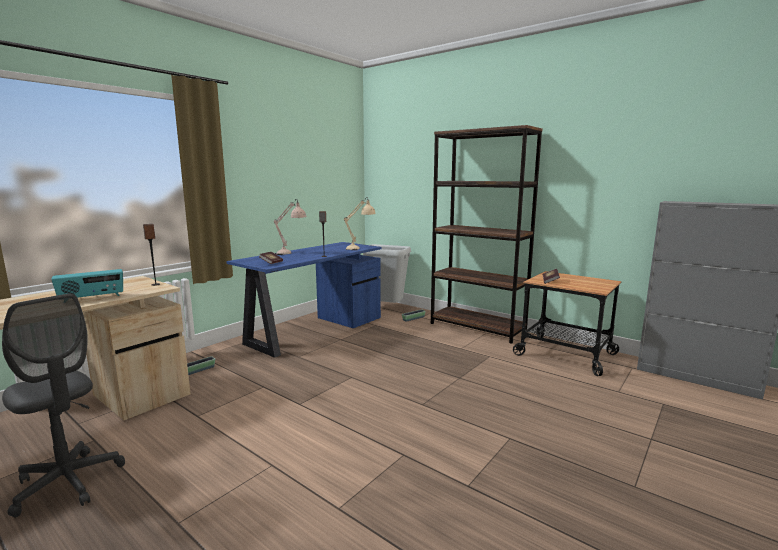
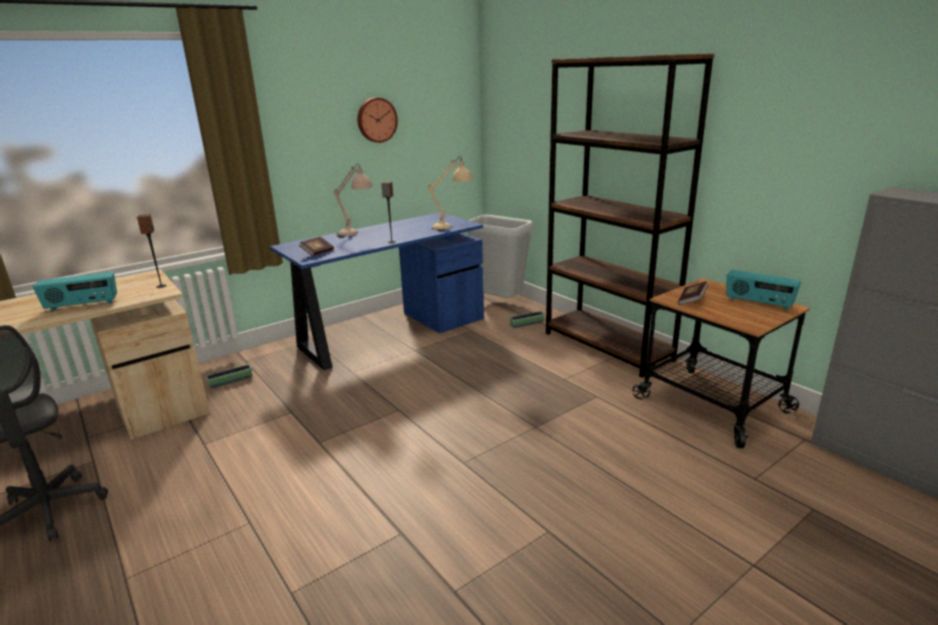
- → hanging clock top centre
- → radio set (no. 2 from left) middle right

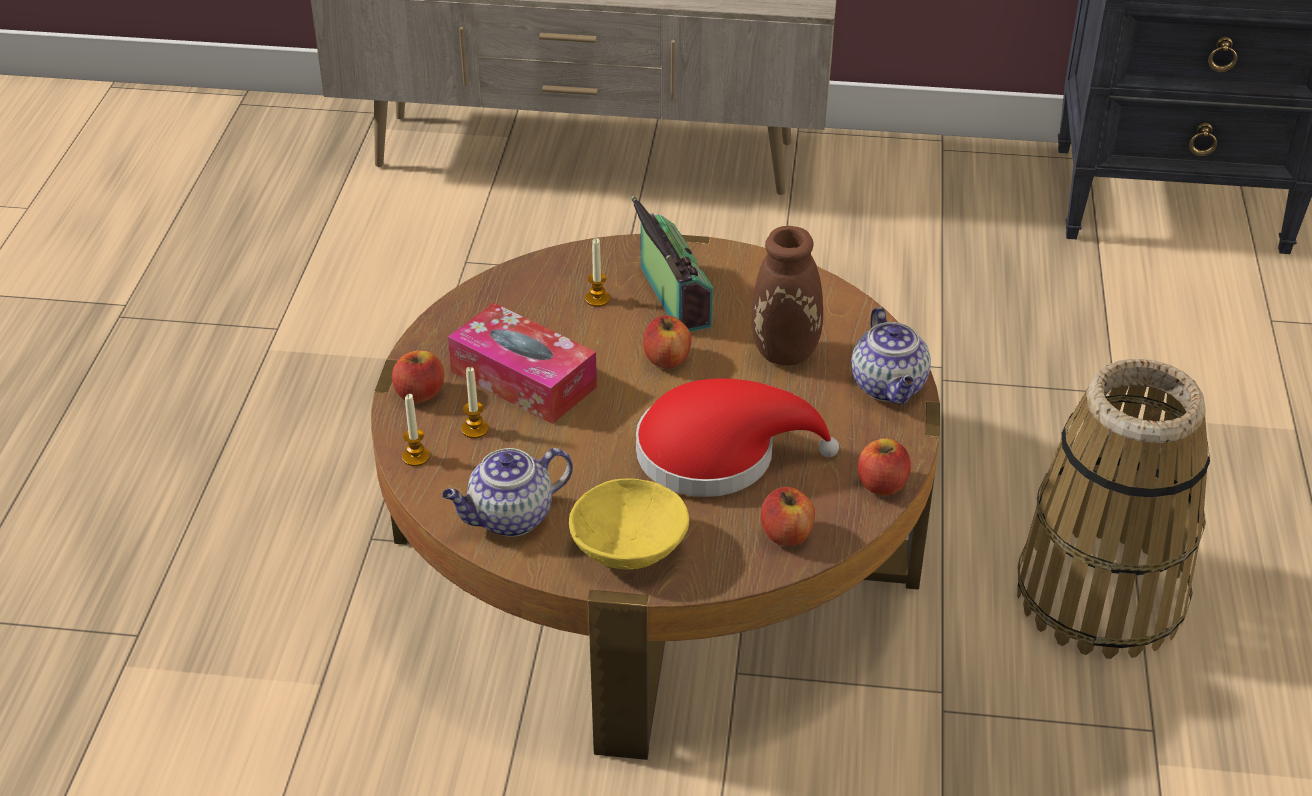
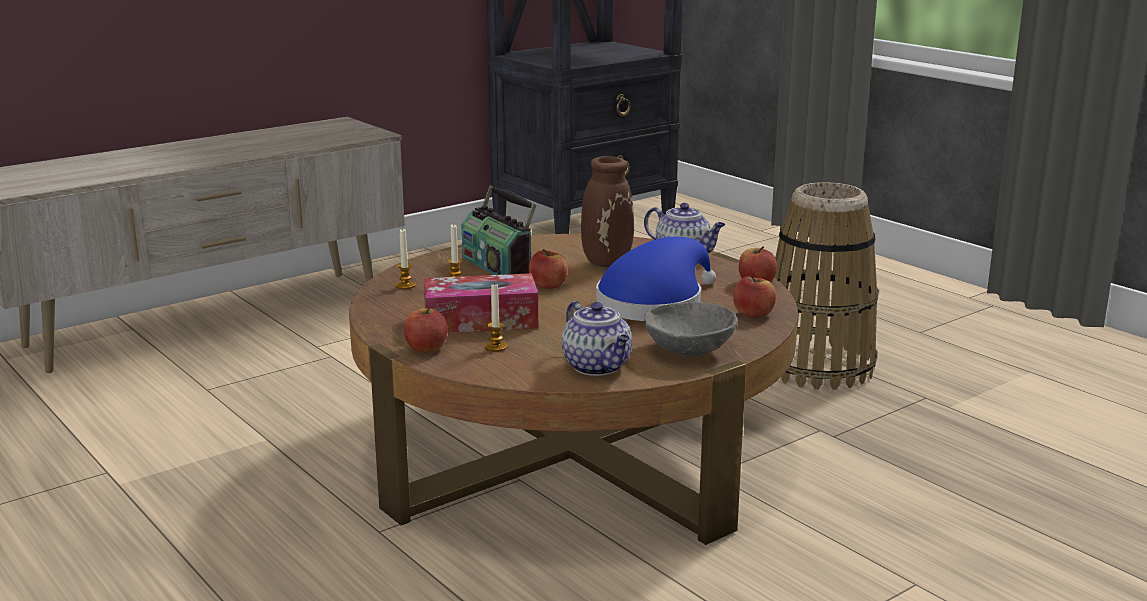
wax candle (no. 1 from left) middle left → wax candle (no. 1 from left) centre, relocated
tea pot (no. 1 from left) centre, 45 degrees counterclockwise
serving bowl in yellowish centre → serving bowl in greyish centre
radio set top centre → radio set centre, 150 degrees counterclockwise
clothing hat in red centre → clothing hat in bluish centre

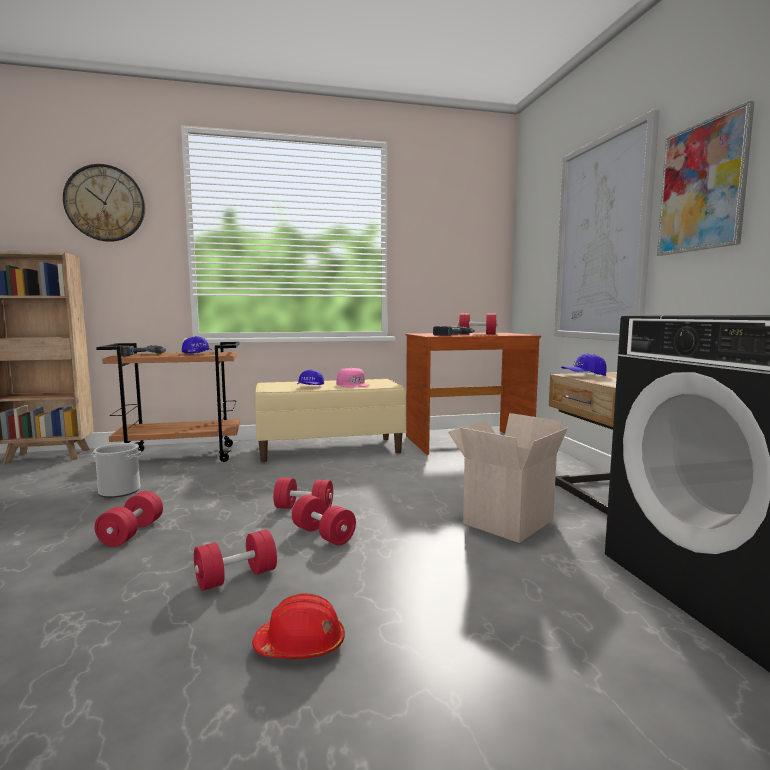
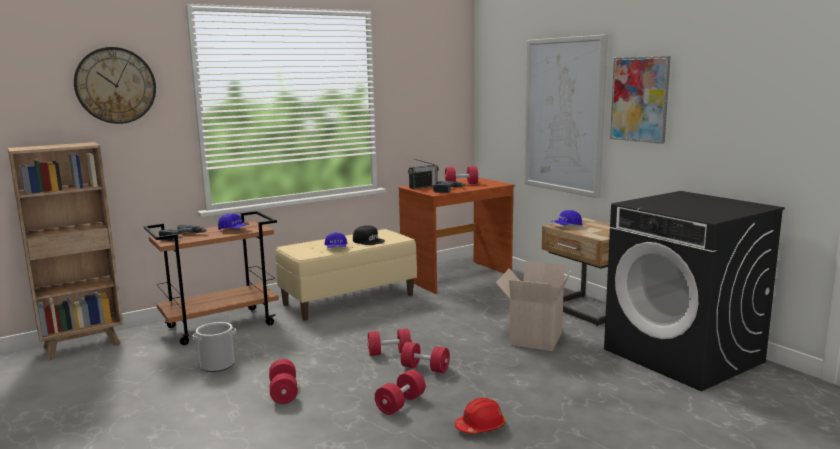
baseball cap in pink-coloured centre → baseball cap in black centre
- → radio set centre

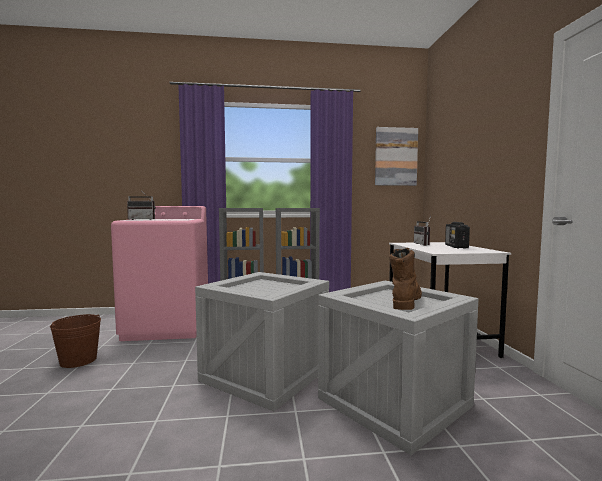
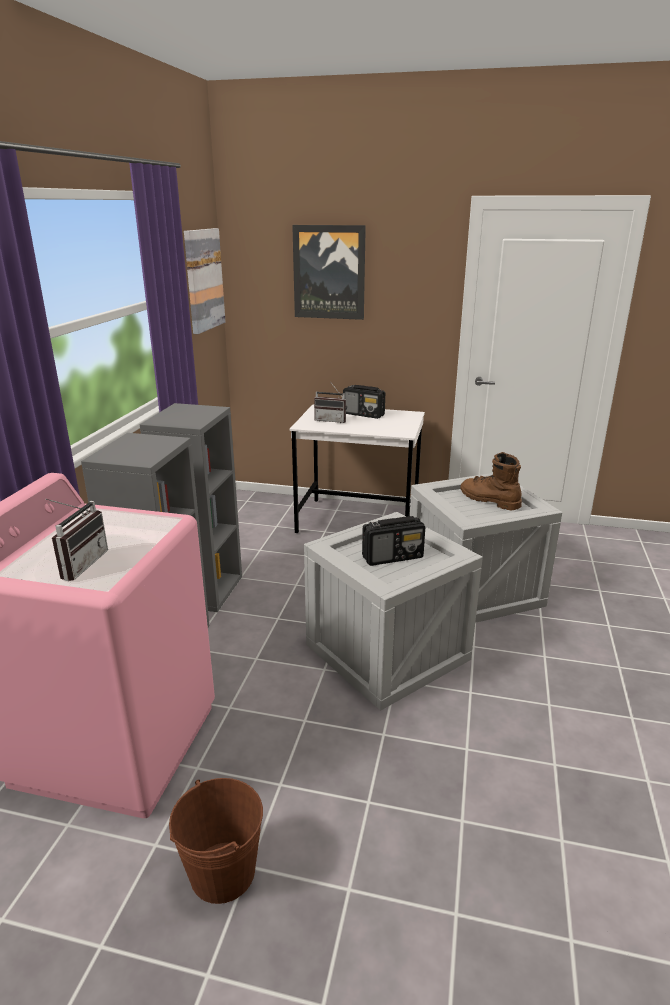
- → wall picture (no. 2 from left) top centre
- → radio set (no. 4 from left) centre

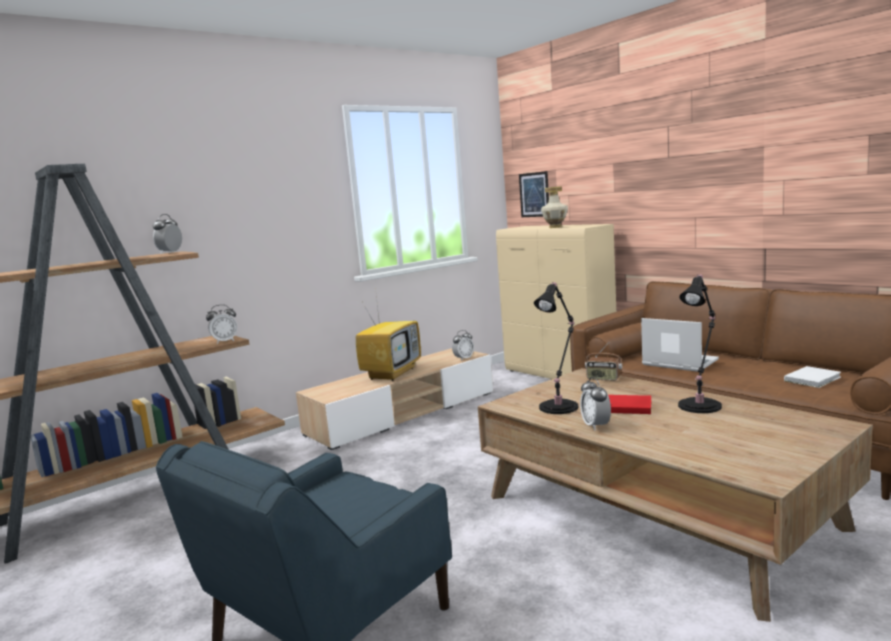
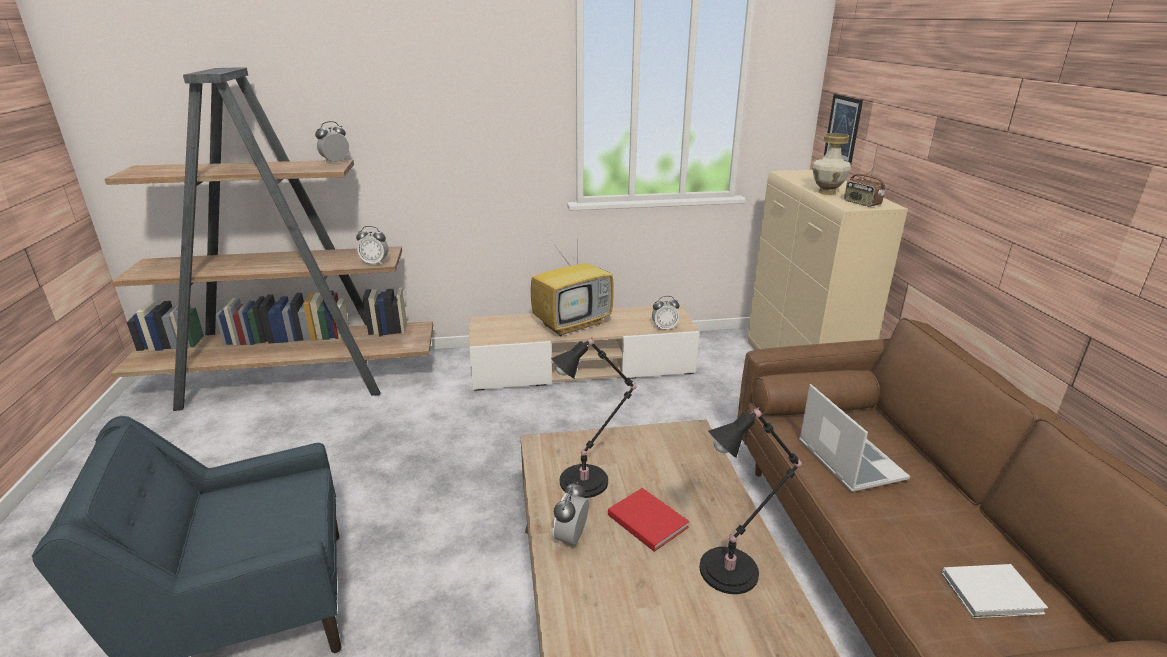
radio set middle right → radio set top right, relocated

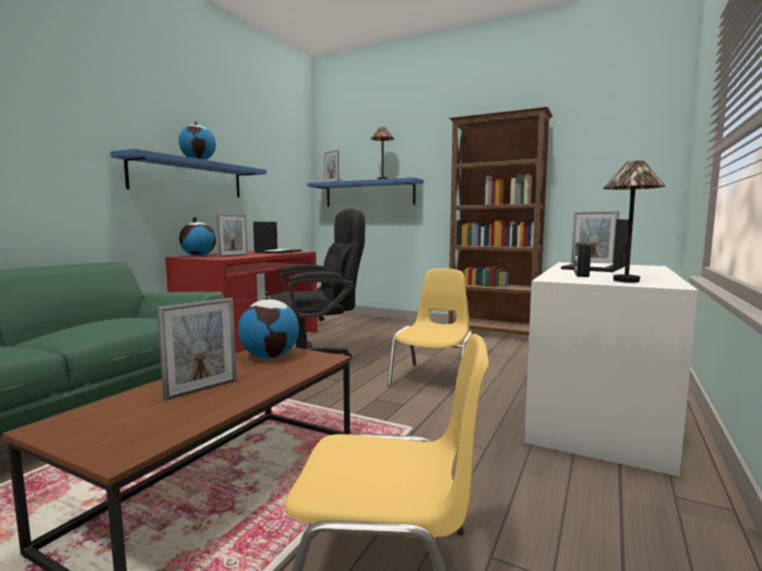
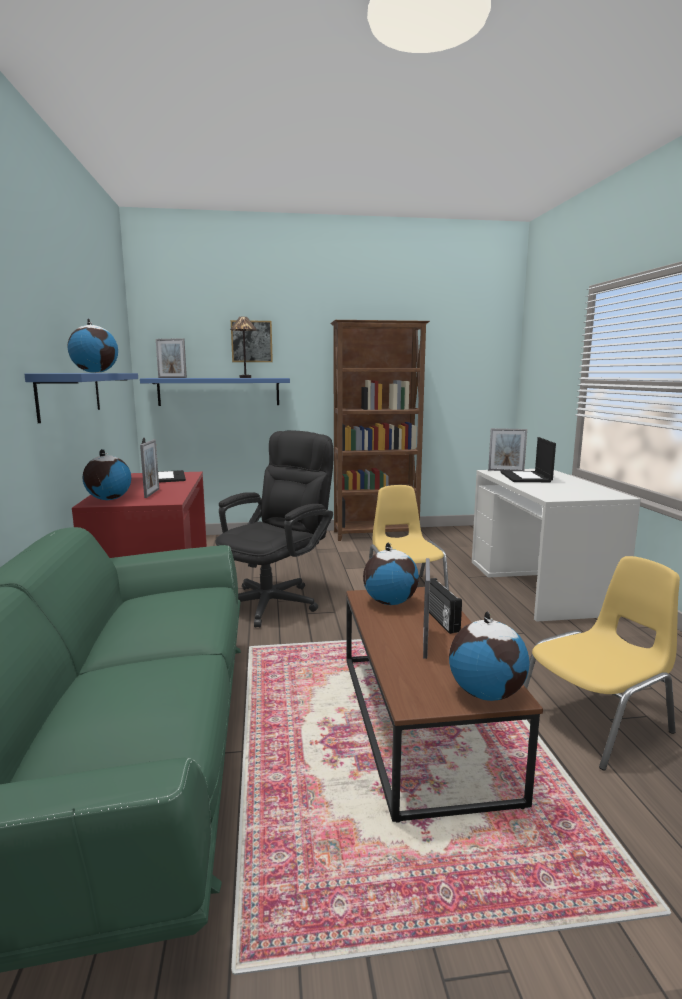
radio set middle right → radio set centre, relocated
table lamp (no. 2 from left) middle right → -
- → wall picture centre
- → globe (no. 4 from left) middle right

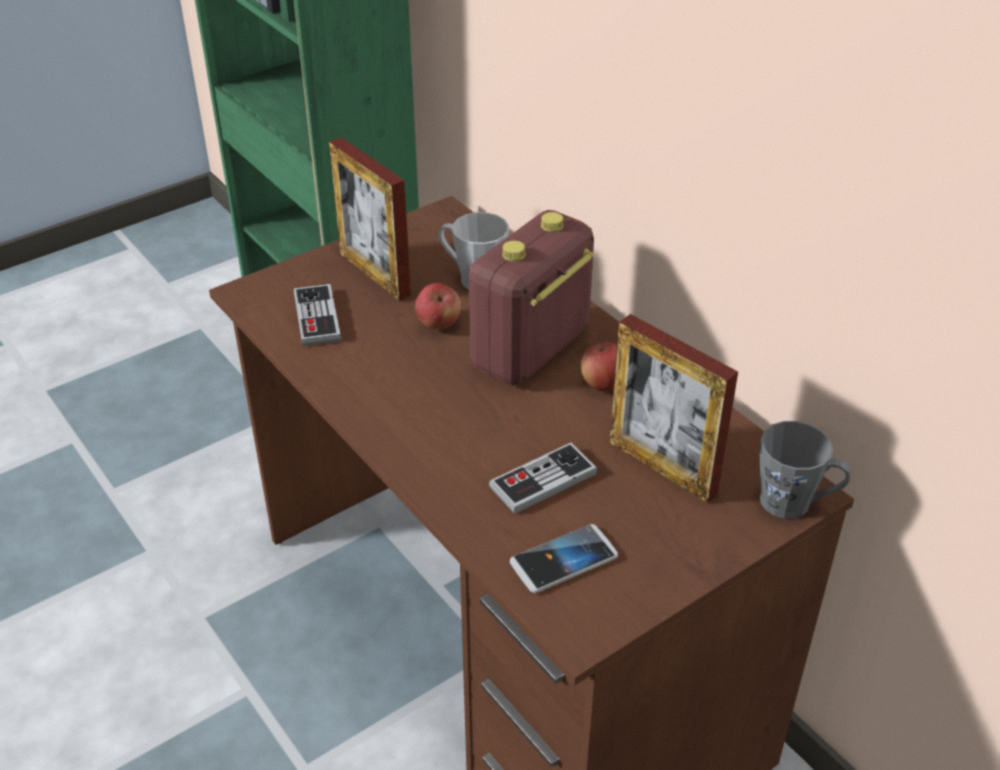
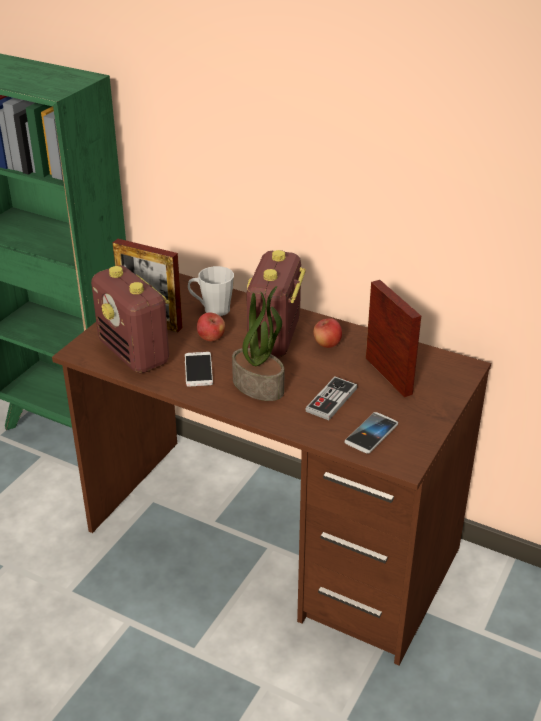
gamepad (no. 1 from left) middle left → radio set (no. 1 from left) middle left
standing frame (no. 2 from left) middle right, 135 degrees counterclockwise
coffee mug in greyish (no. 2 from left) middle right → -
- → phone (no. 1 from left) centre
- → plant in a pot centre

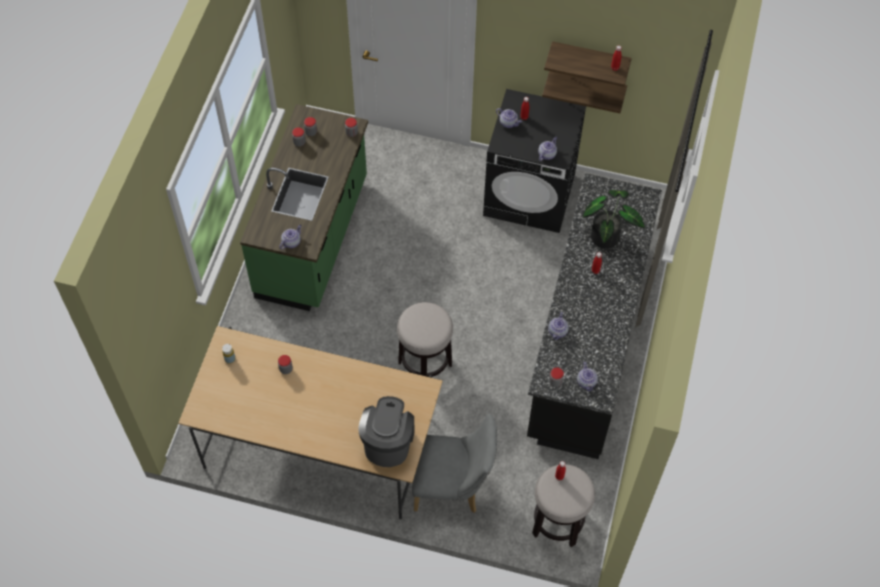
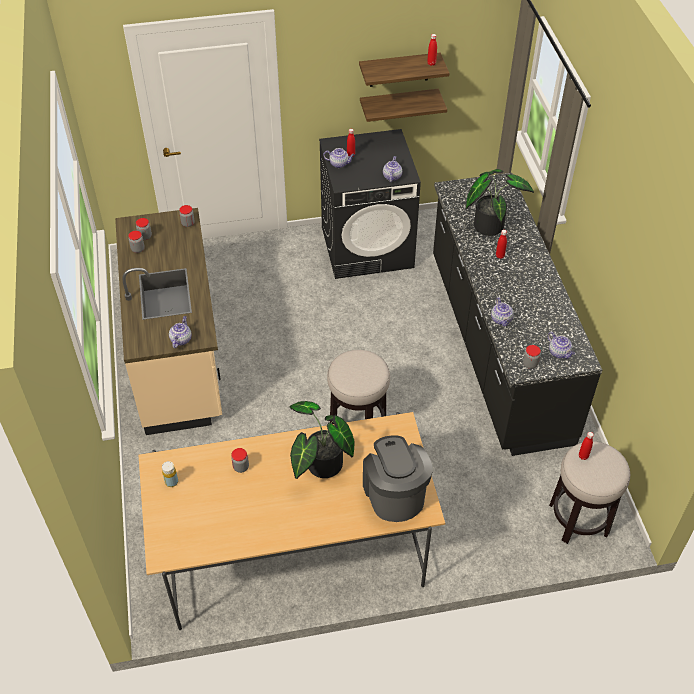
counter in greenish centre → counter in beige-coloured middle left
upright chair in greyish bottom centre → -
- → plant in a pot (no. 1 from left) centre

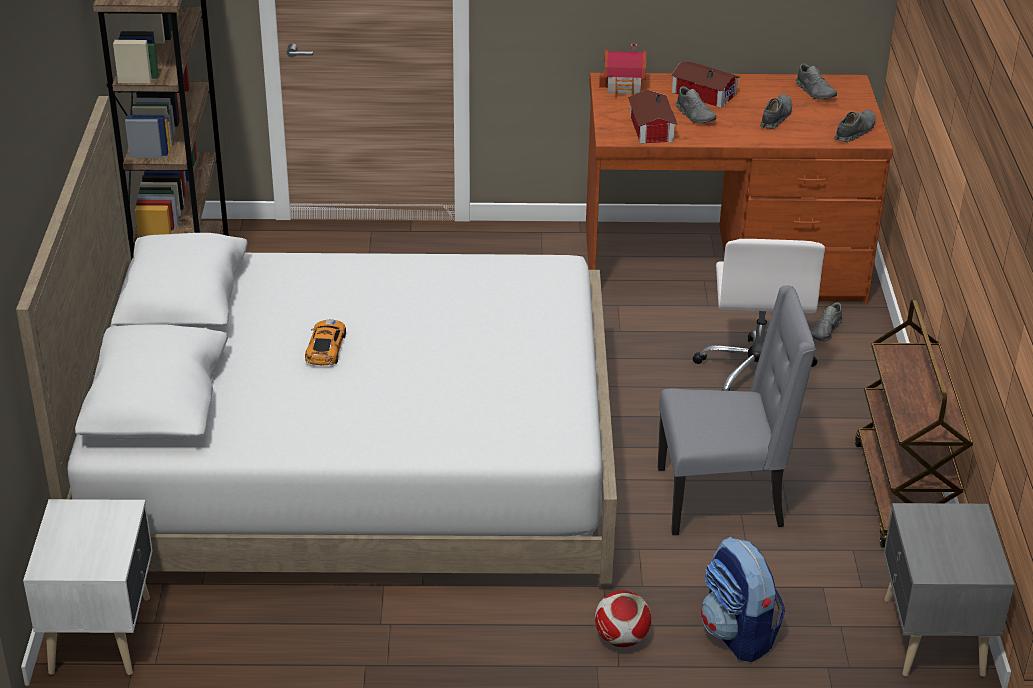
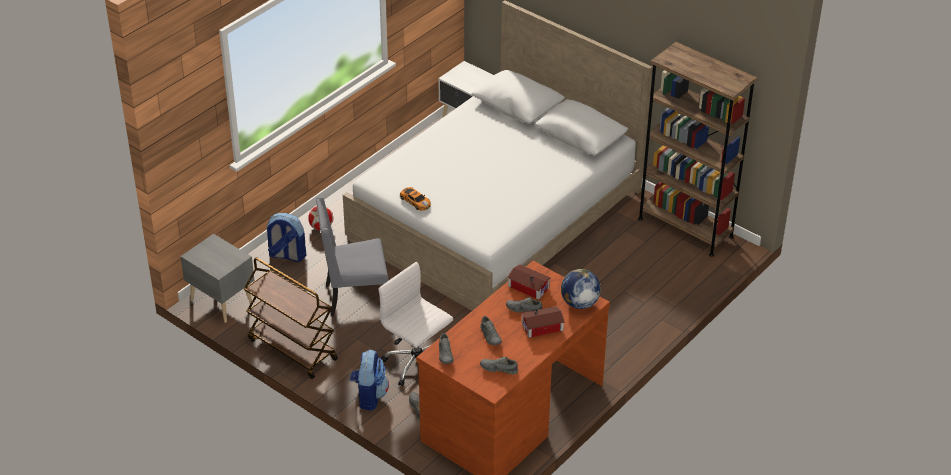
model car middle left → model car centre, relocated
model house (no. 1 from left) top centre → globe centre
upright chair in greyish middle right → upright chair in greyish centre, 45 degrees clockwise
- → rucksack (no. 2 from left) bottom centre

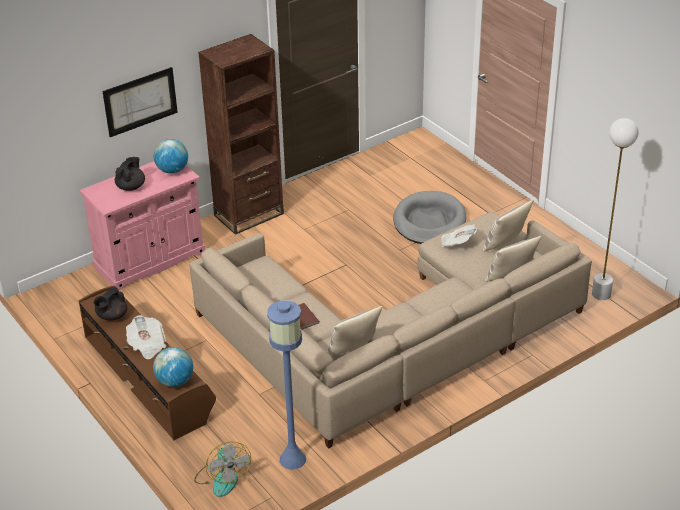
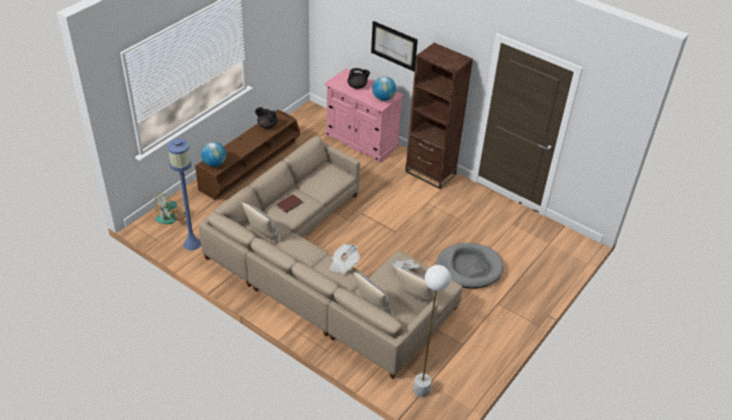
daily paper (no. 1 from left) middle left → daily paper (no. 1 from left) centre, relocated

